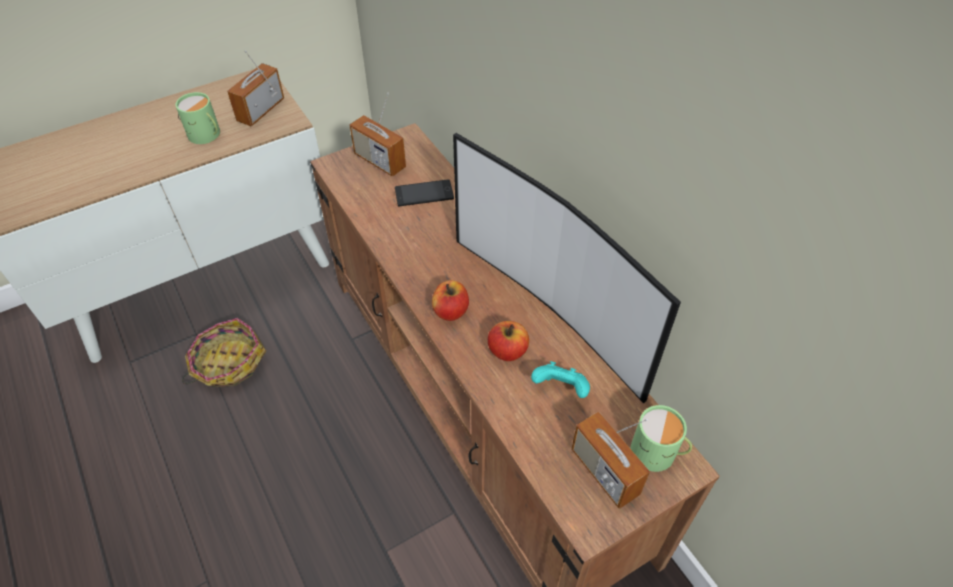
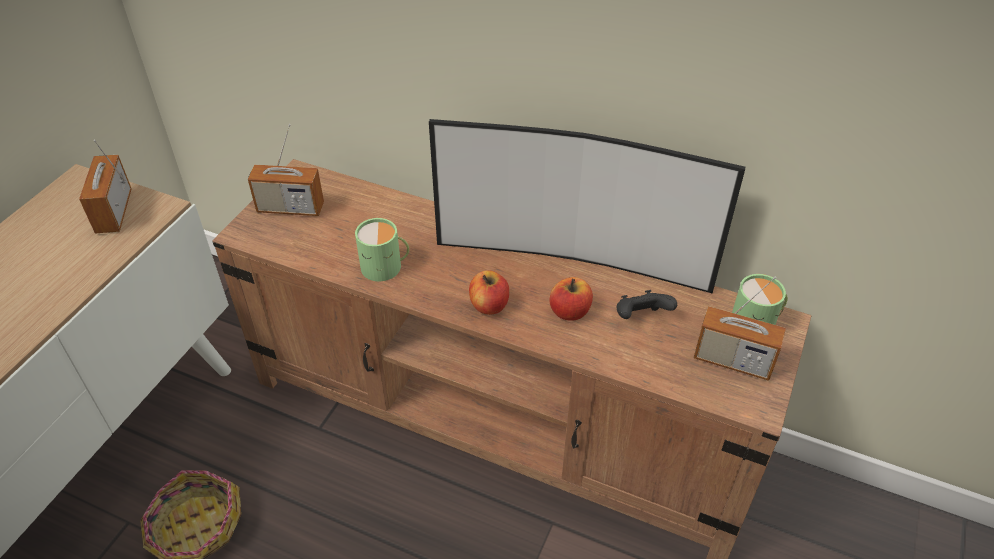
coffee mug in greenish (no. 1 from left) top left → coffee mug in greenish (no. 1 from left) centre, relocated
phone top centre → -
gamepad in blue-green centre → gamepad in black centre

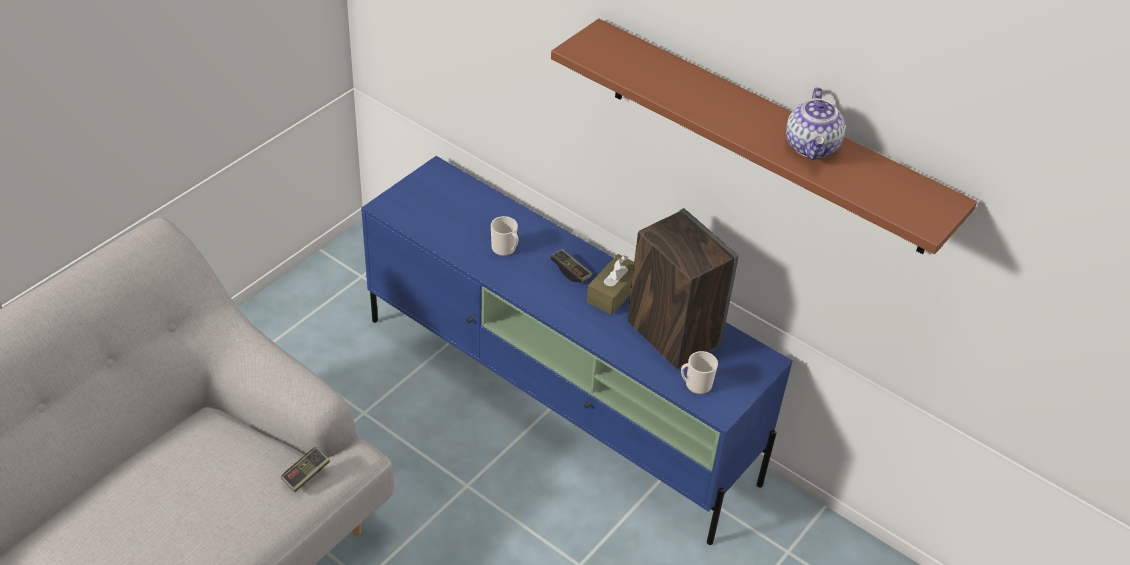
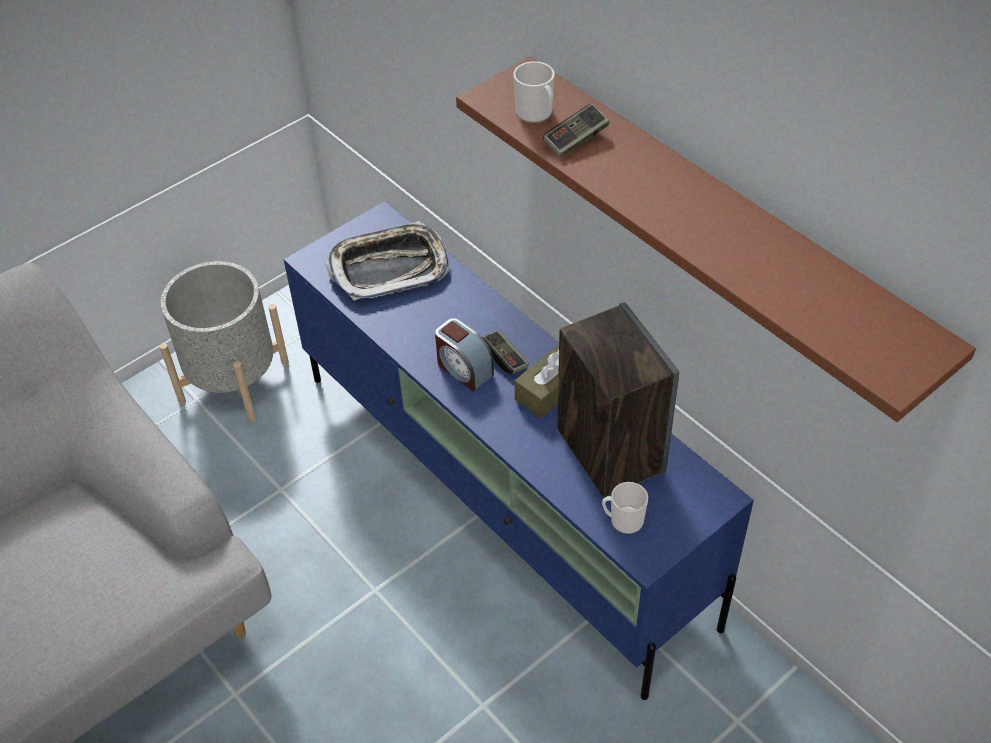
gamepad (no. 1 from left in the first image) bottom left → gamepad (no. 2 from left) top centre, relocated
coffee mug (no. 1 from left) centre → coffee mug (no. 1 from left) top centre, relocated
tea pot top right → -
- → planter in greyish middle left
- → serving tray centre
- → bedside clock centre

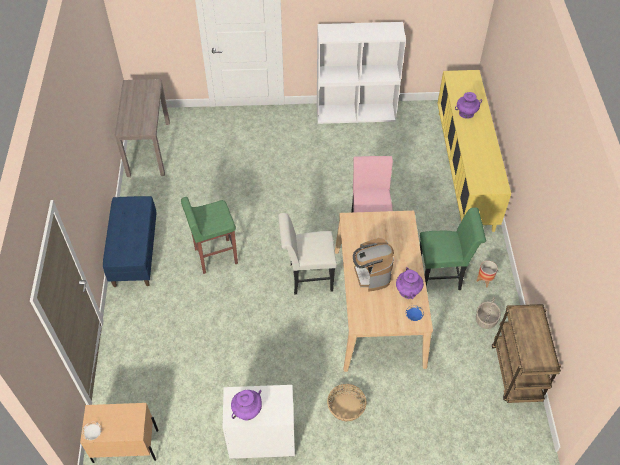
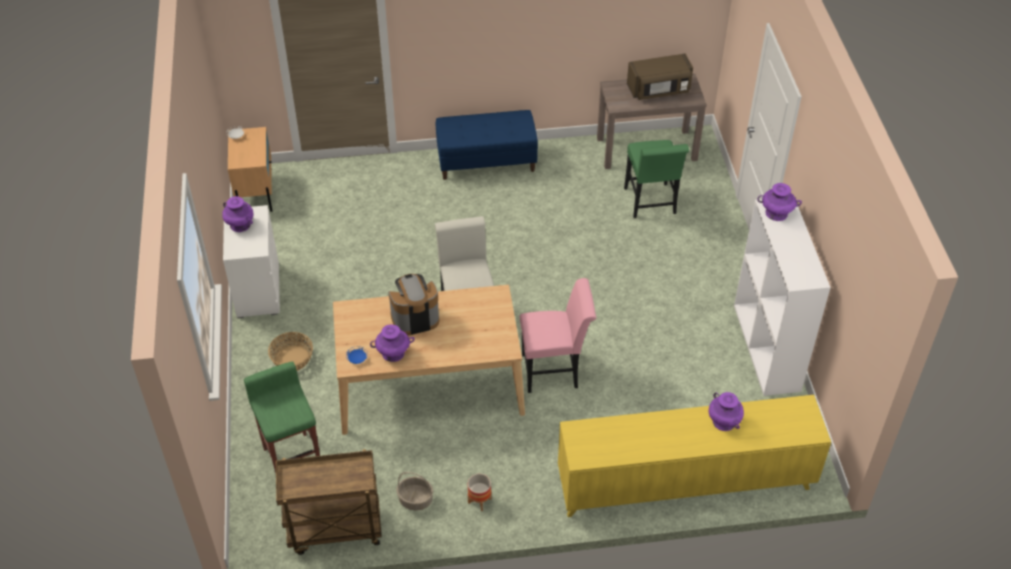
sitting stool in greenish centre → sitting stool in greenish bottom left, relocated
upright chair in greenish middle right → upright chair in greenish top centre, relocated
- → microwave oven in brownish top centre
- → decorative vase in purple-coloured (no. 4 from left) middle right

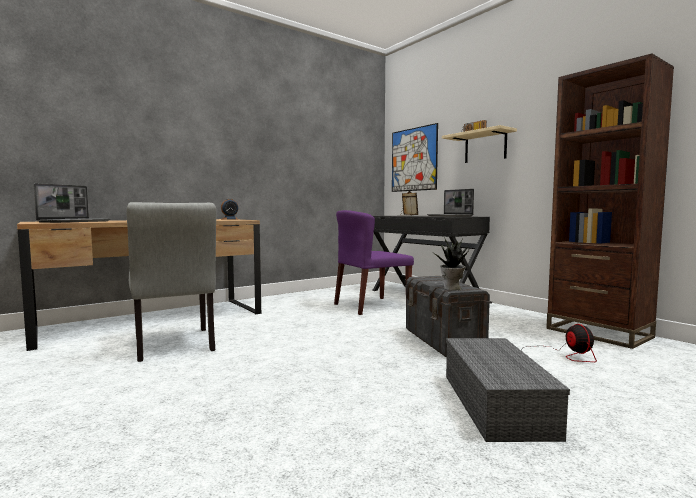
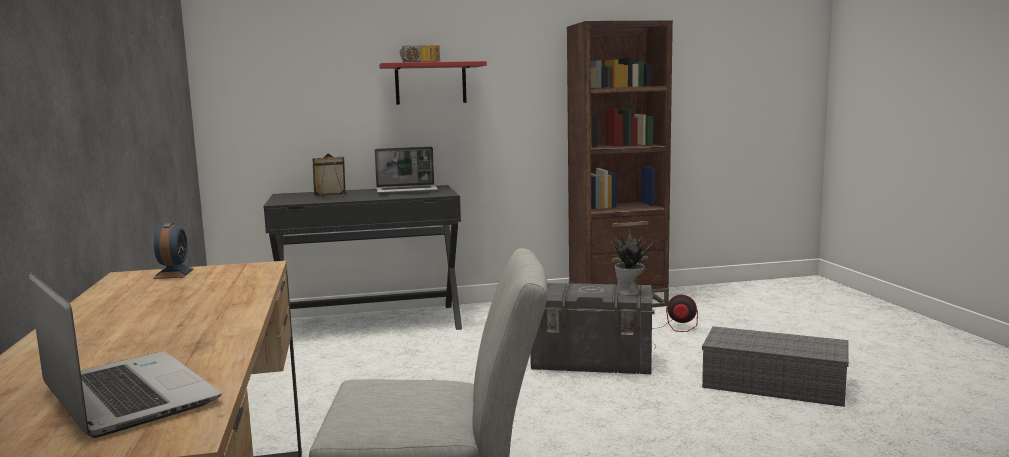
upright chair in purple-coloured centre → -
wall picture top centre → -
wall shelf in beige-coloured top right → wall shelf in red top centre

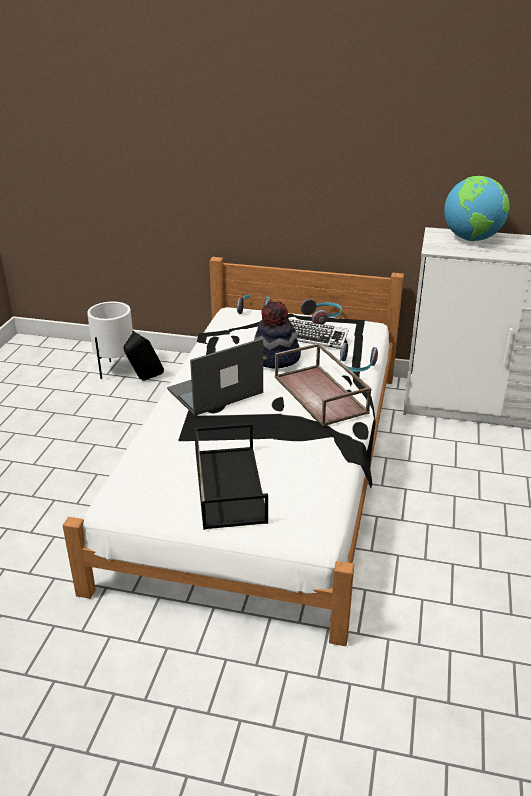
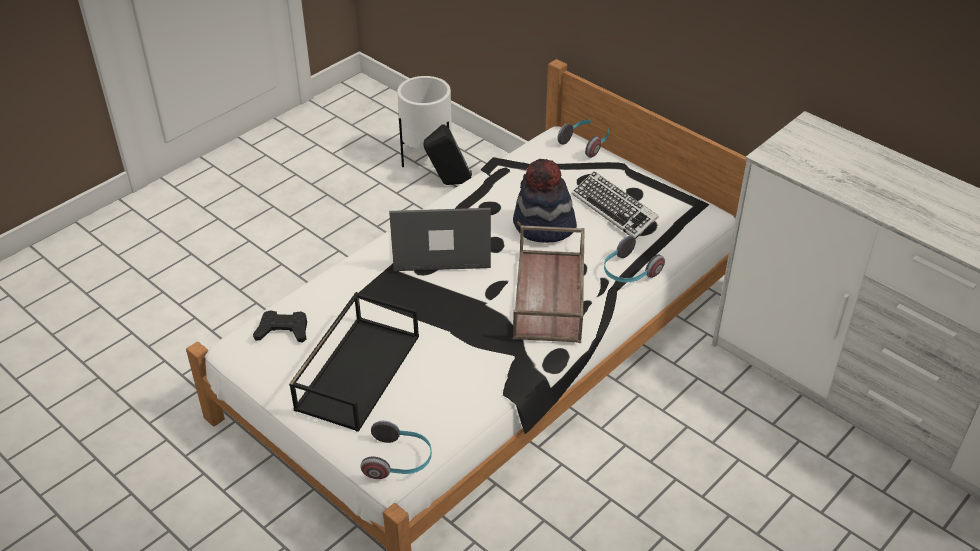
headset (no. 2 from left in the first image) centre → headset (no. 1 from left) bottom centre, relocated
globe top right → -
- → gamepad in black middle left

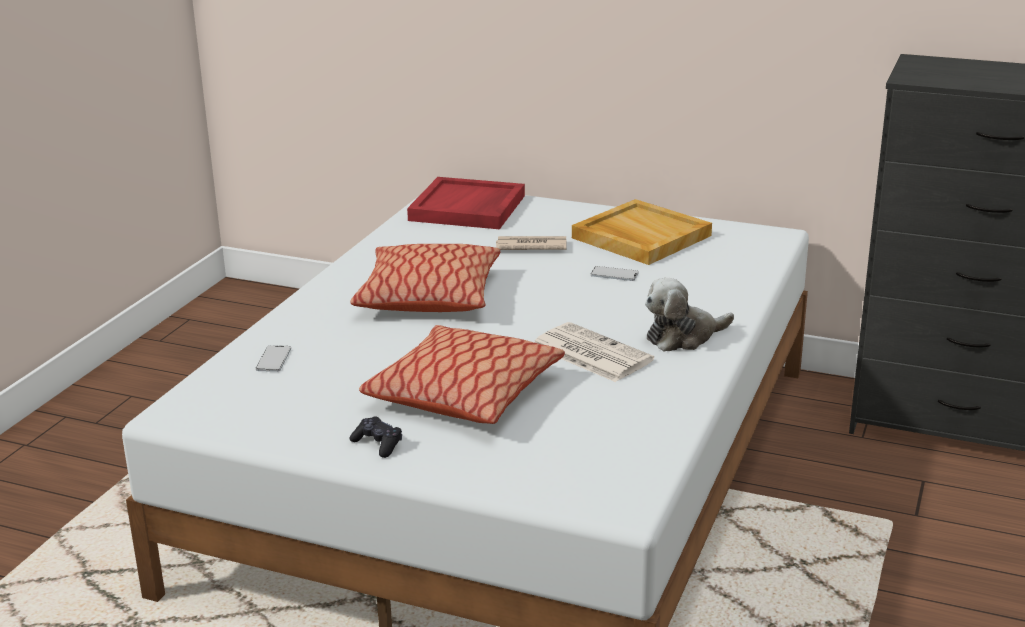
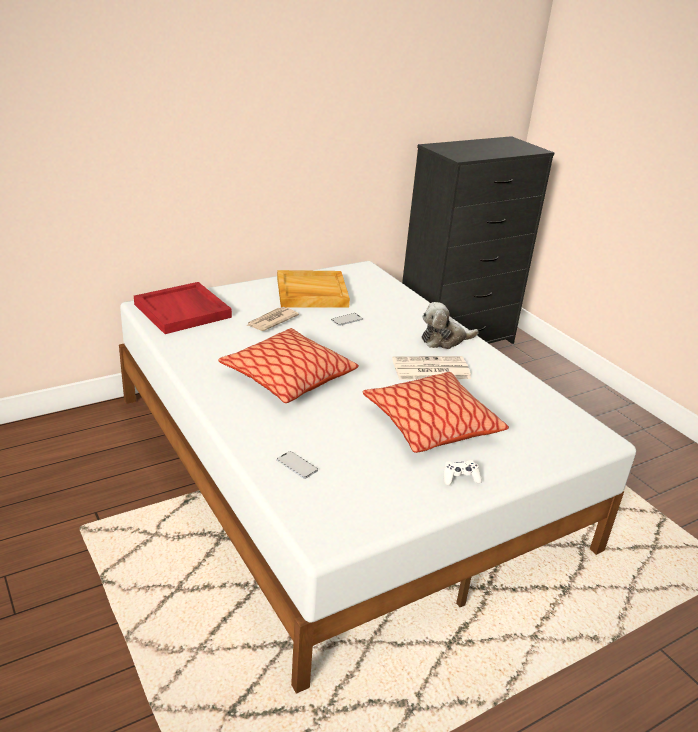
gamepad in black bottom centre → gamepad in whitish centre
cuddly toy middle right → cuddly toy centre, 60 degrees clockwise

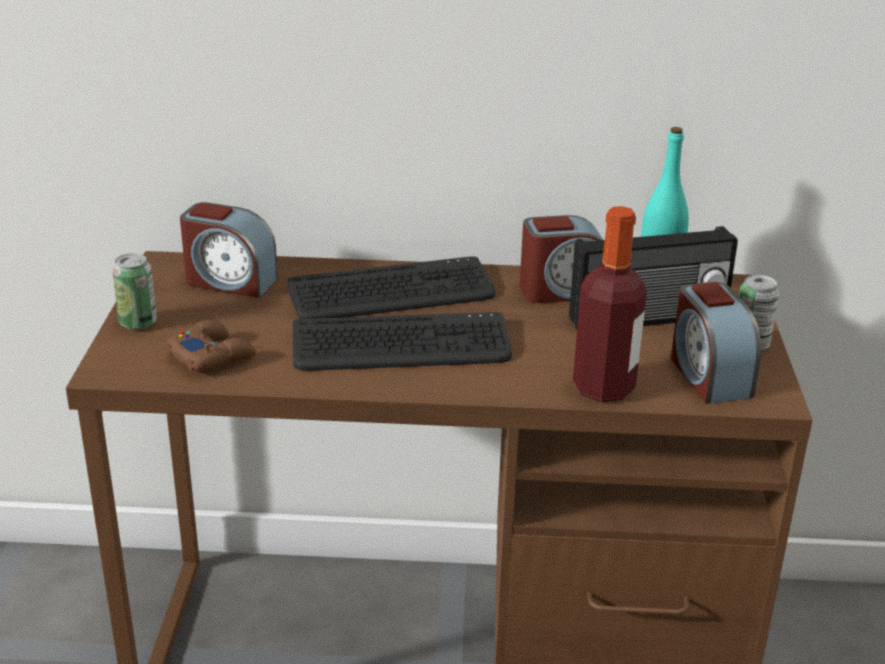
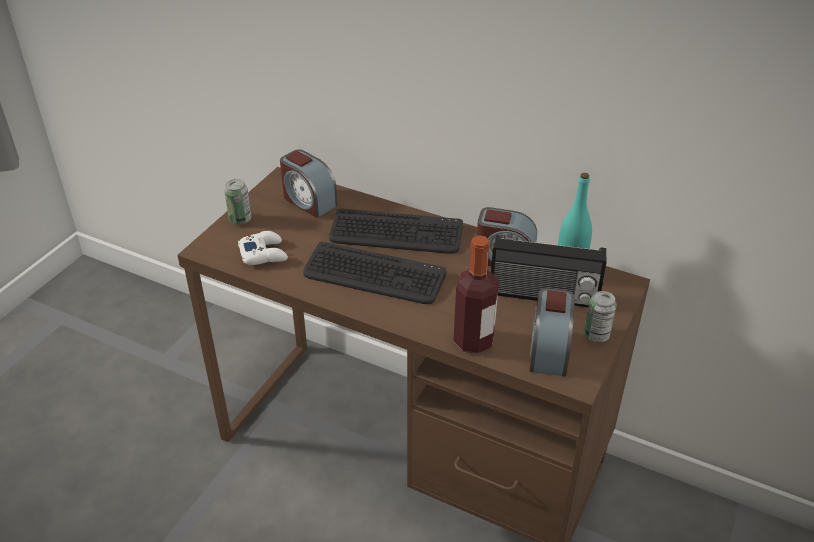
gamepad in brownish middle left → gamepad in whitish middle left

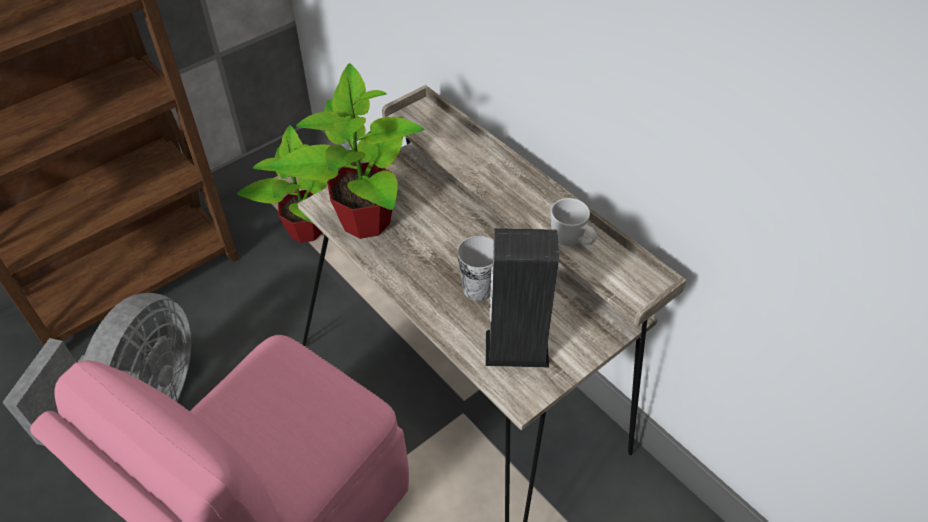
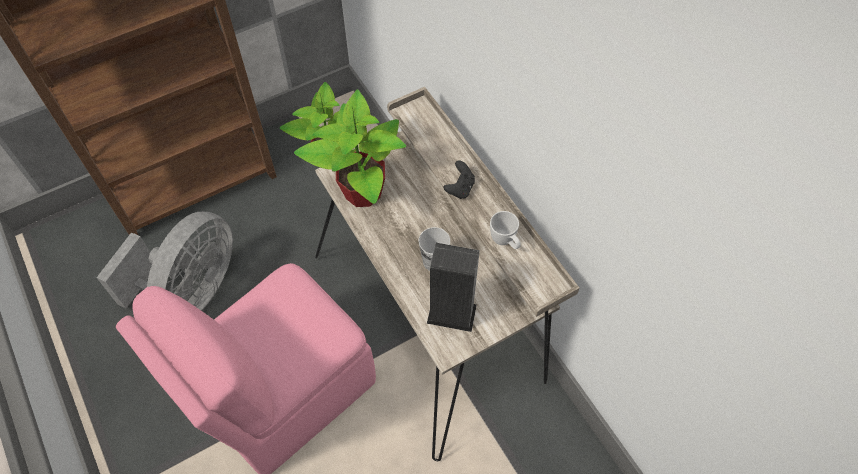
- → gamepad in black centre

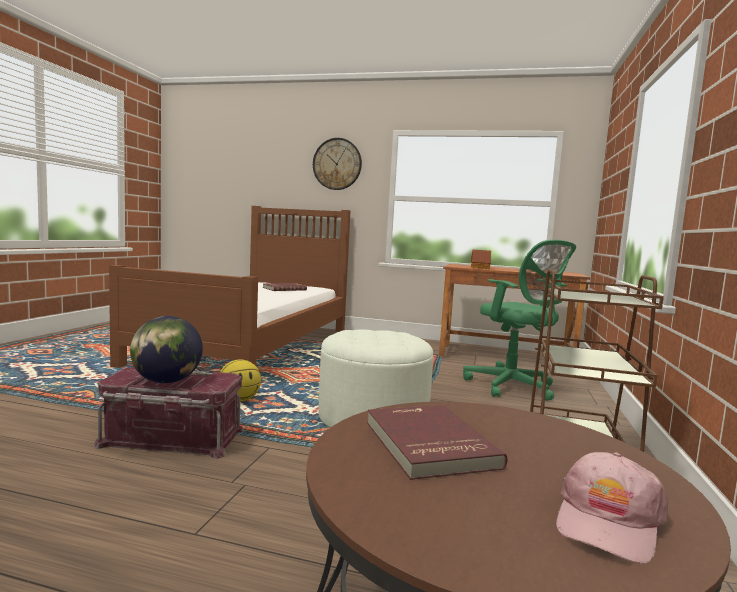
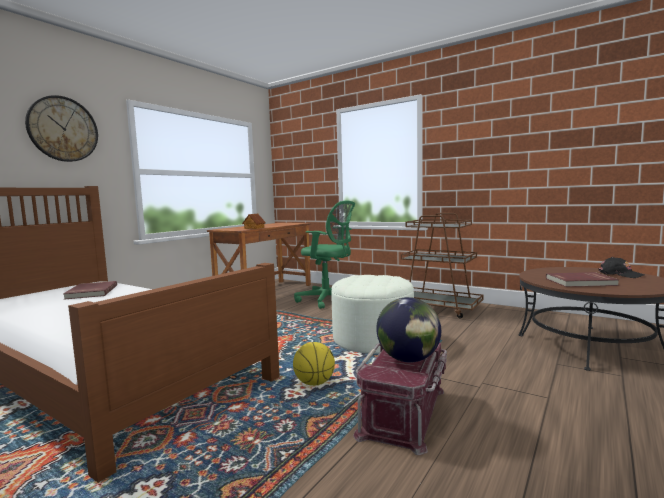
desk chair in greenish middle right → desk chair in greenish centre, 45 degrees clockwise
baseball cap in pink-coloured bottom right → baseball cap in black middle right

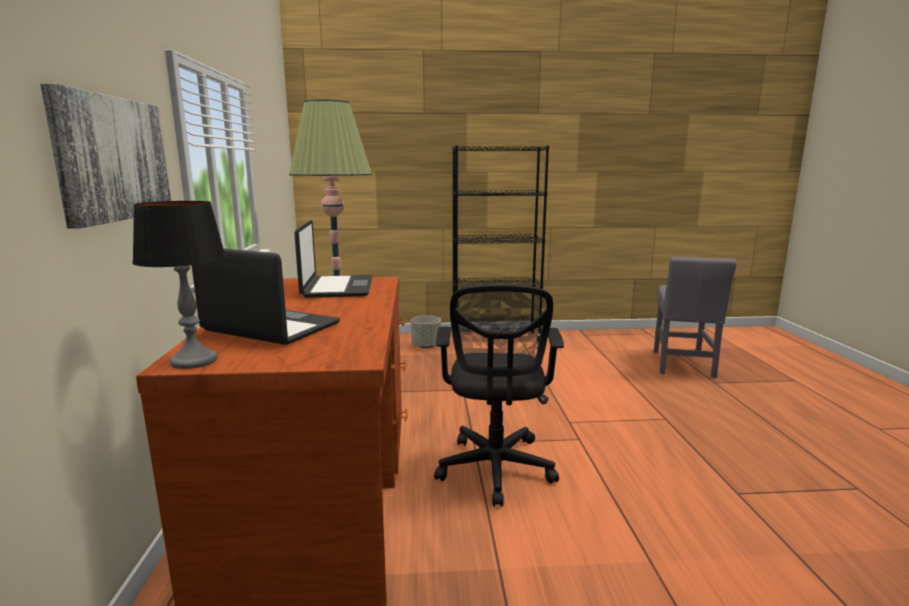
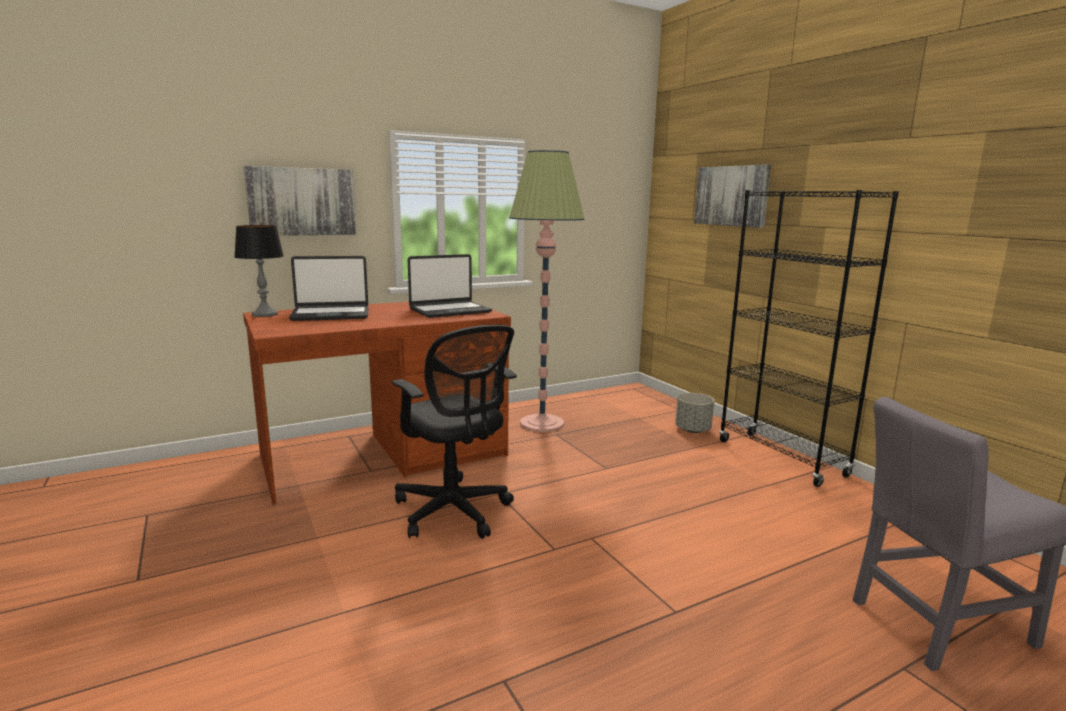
laptop (no. 1 from left) middle left, 75 degrees clockwise
desk chair in black centre, 105 degrees counterclockwise
- → wall picture (no. 2 from left) top right

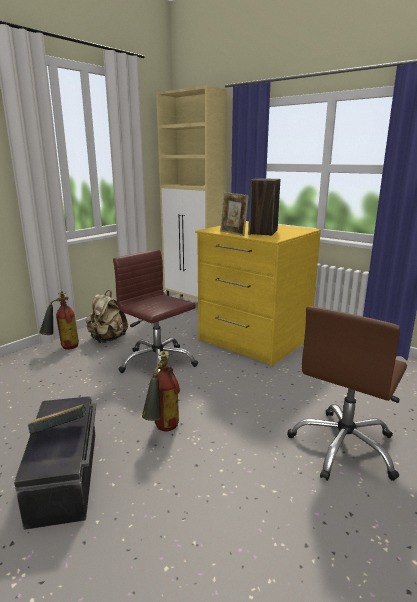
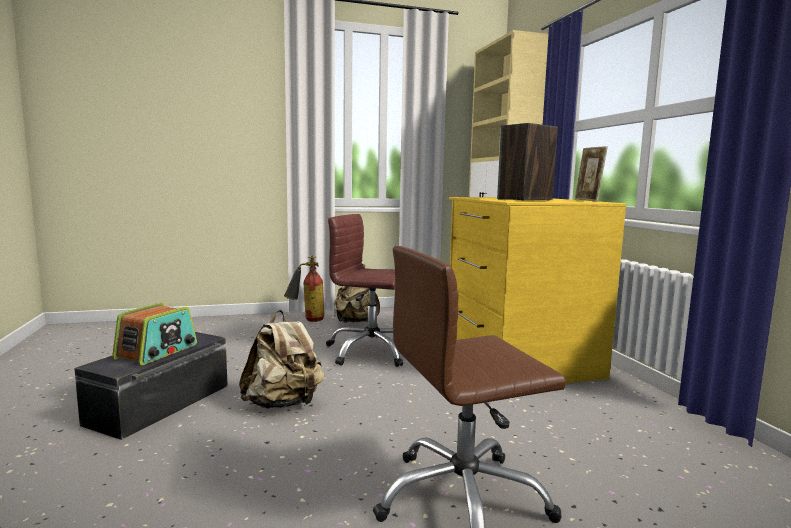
book bottom left → radio set middle left
desk chair in brownish (no. 1 from left) centre, 60 degrees counterclockwise
fire-fighting cylinder (no. 2 from left) centre → rucksack in beige-coloured (no. 1 from left) bottom centre
standing frame centre → standing frame top right, relocated

